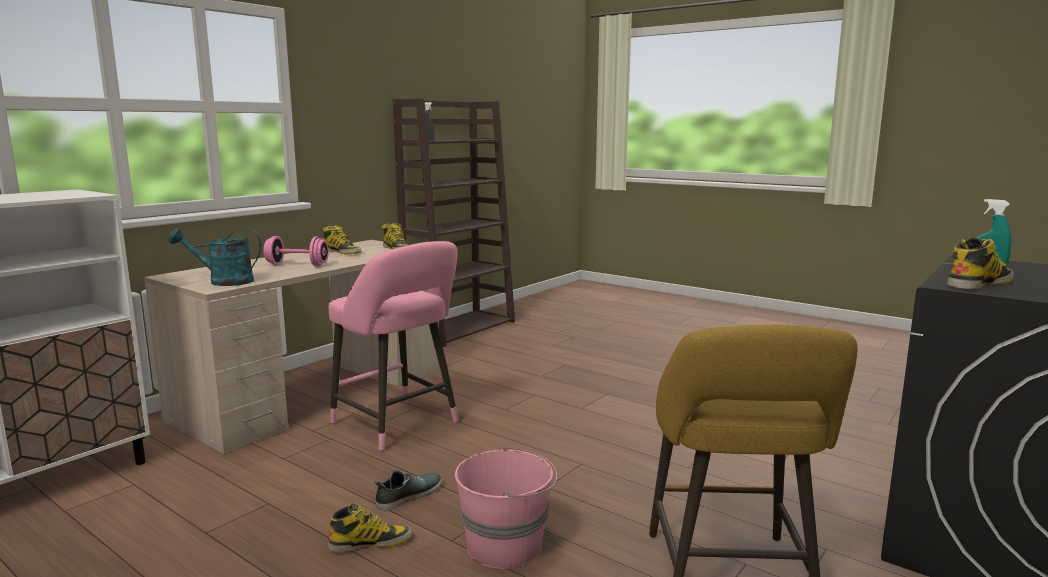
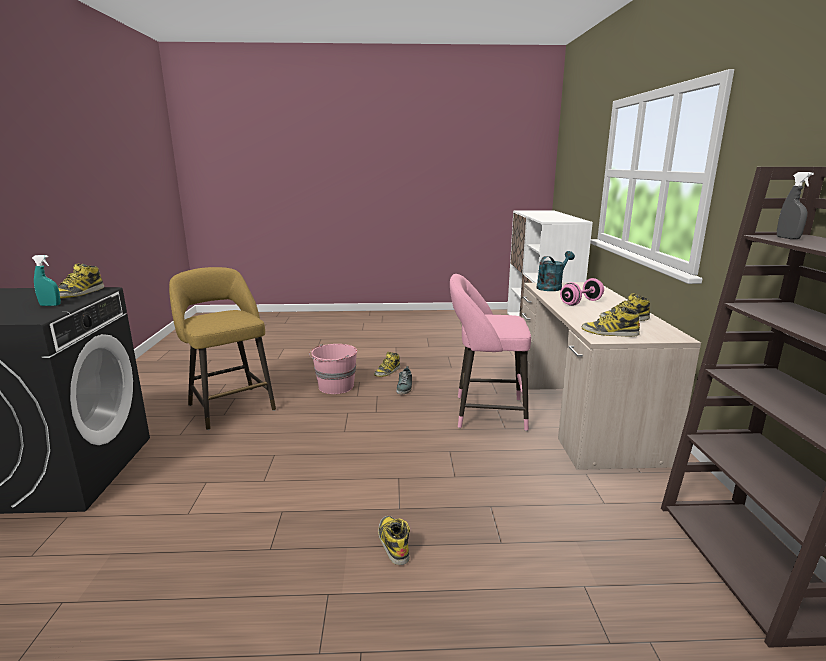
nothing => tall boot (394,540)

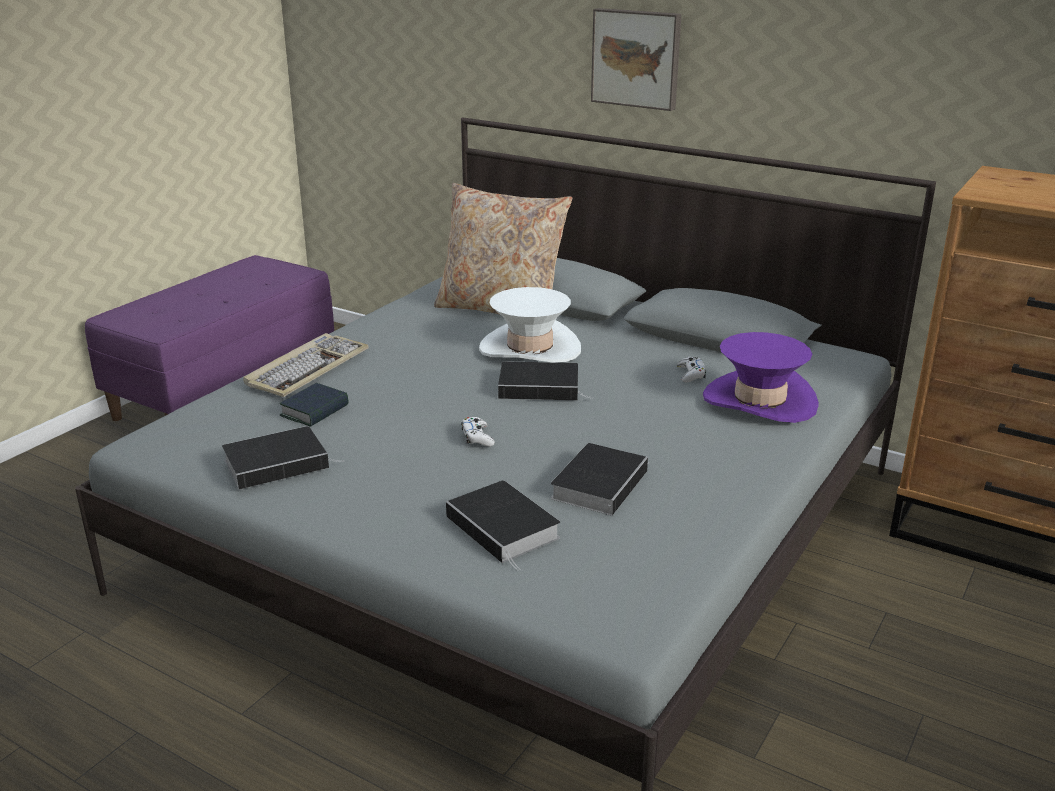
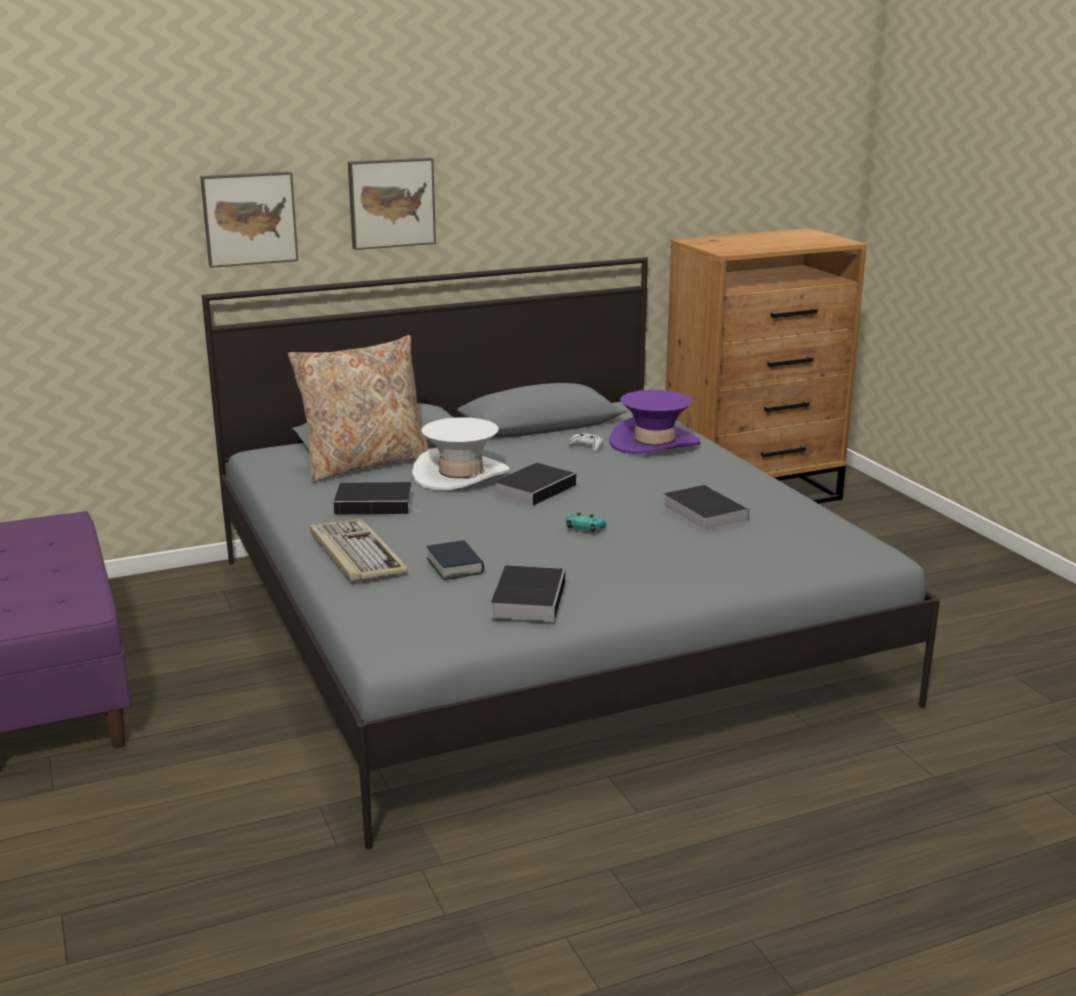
volume (503,525) => volume (377,498), moved
whitish gamepad (478,431) => blue-green gamepad (586,522)
nothing => wall art (249,219)

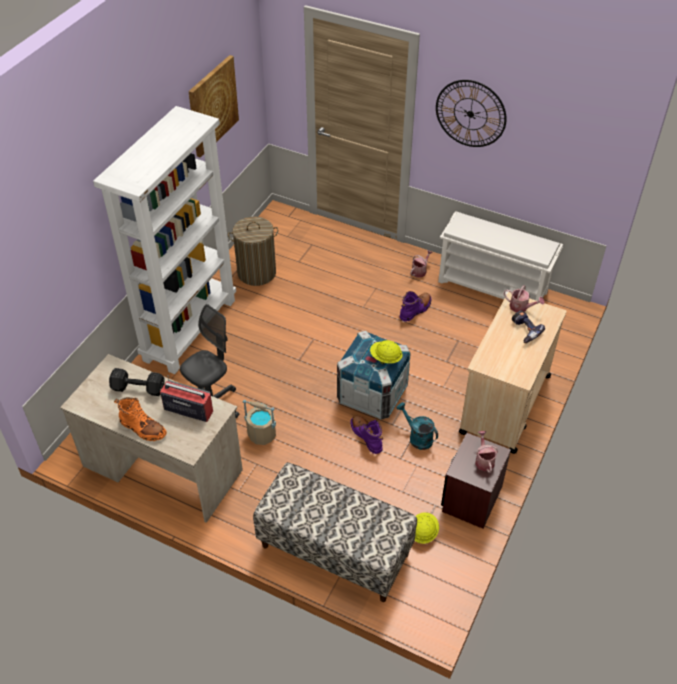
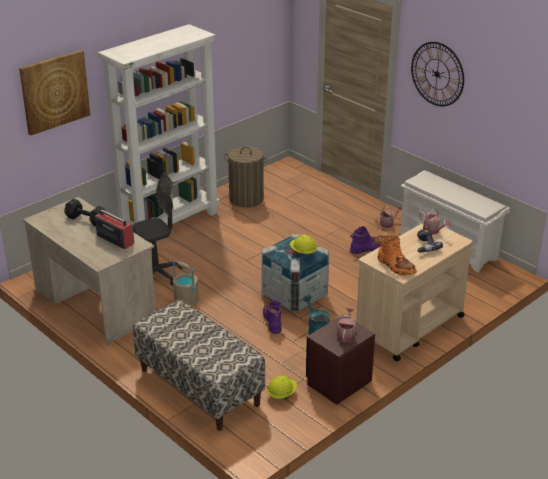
orange-coloured tall boot (140,419) => orange-coloured tall boot (397,255), moved
wall art (213,106) => wall art (54,92), moved

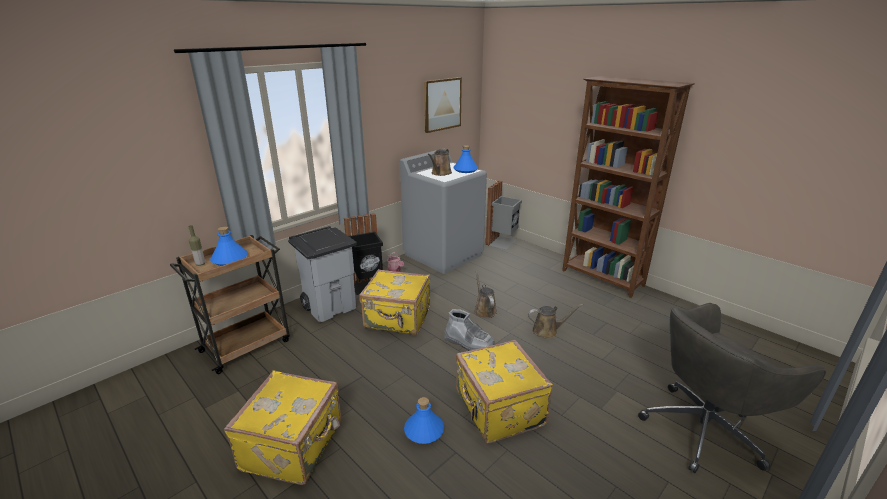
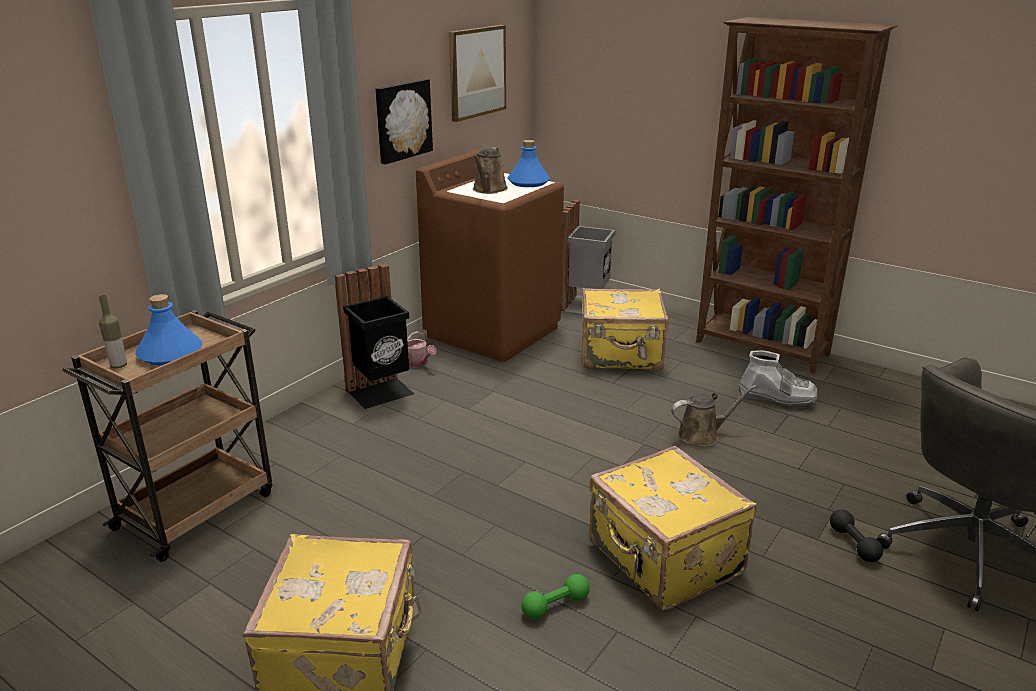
gray trash can (322,274) => nothing
yellow-coloured travel case (394,302) => yellow-coloured travel case (625,329), moved
gray washing machine (443,212) => brownish washing machine (490,255)
bluish beverage bottle (424,420) => green free weight (555,596)
gray tall boot (469,330) => gray tall boot (778,379), moved
brownish watering can (485,294) => nothing
nothing => wall art (404,121)
nothing => blackish free weight (856,535)

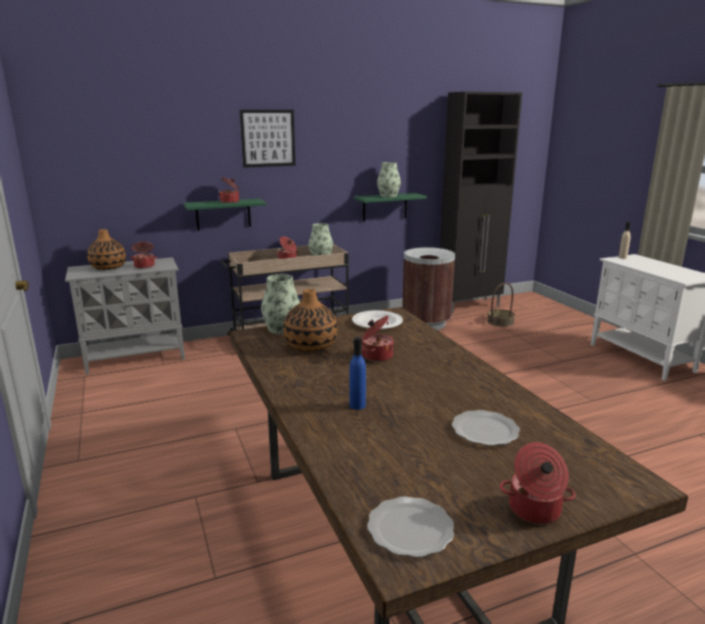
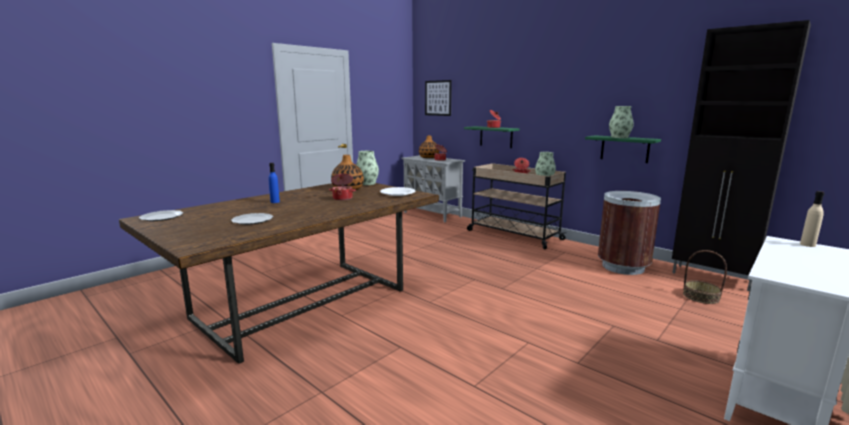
wall art (267,139) => wall art (438,98), moved
cooking pot (537,483) => nothing

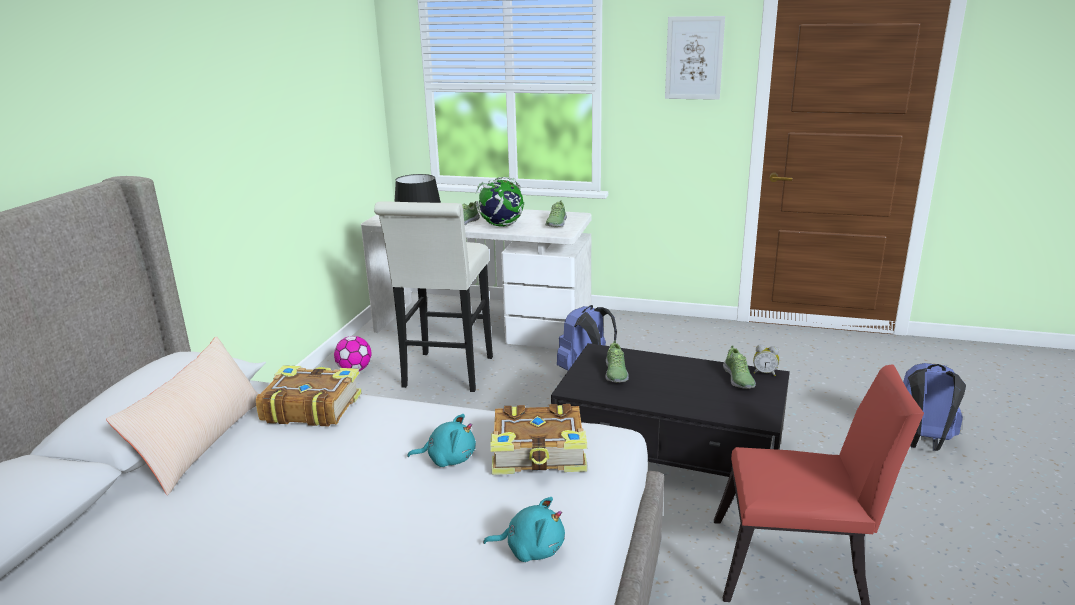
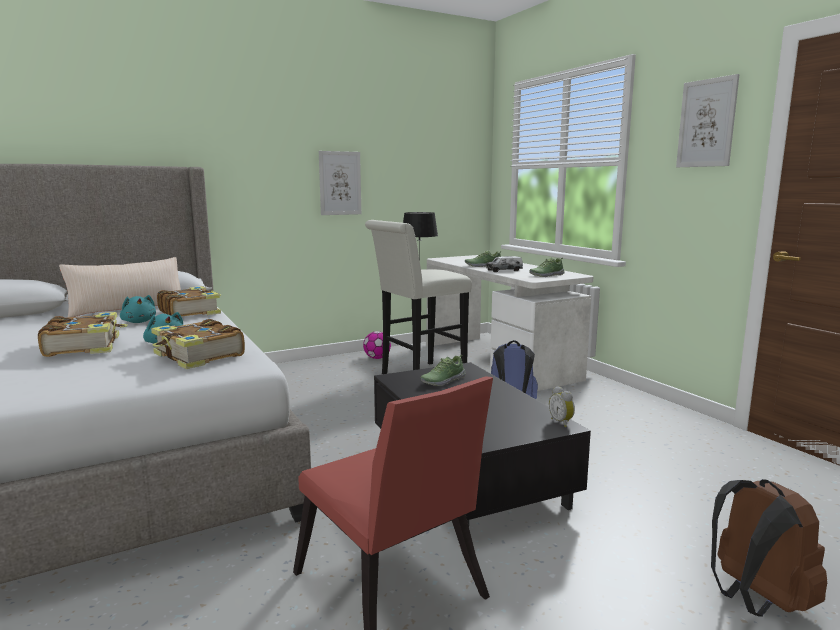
world globe (500,202) => model truck (504,264)
blue-green plush toy (524,529) => blue-green plush toy (138,309), moved
item of footwear (739,367) => nothing
bluish knapsack (934,407) => brownish knapsack (769,548)
nothing => volume (83,334)
nothing => wall art (340,183)

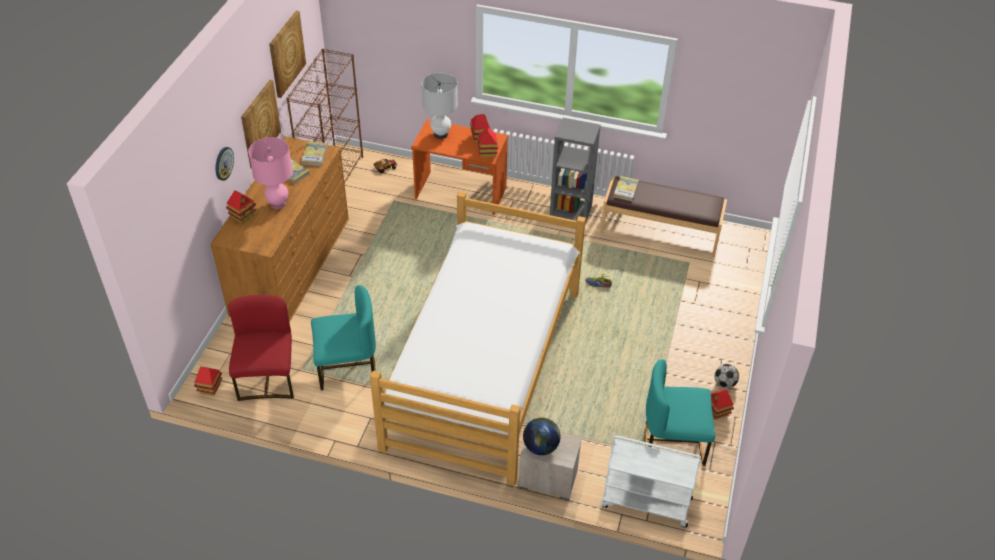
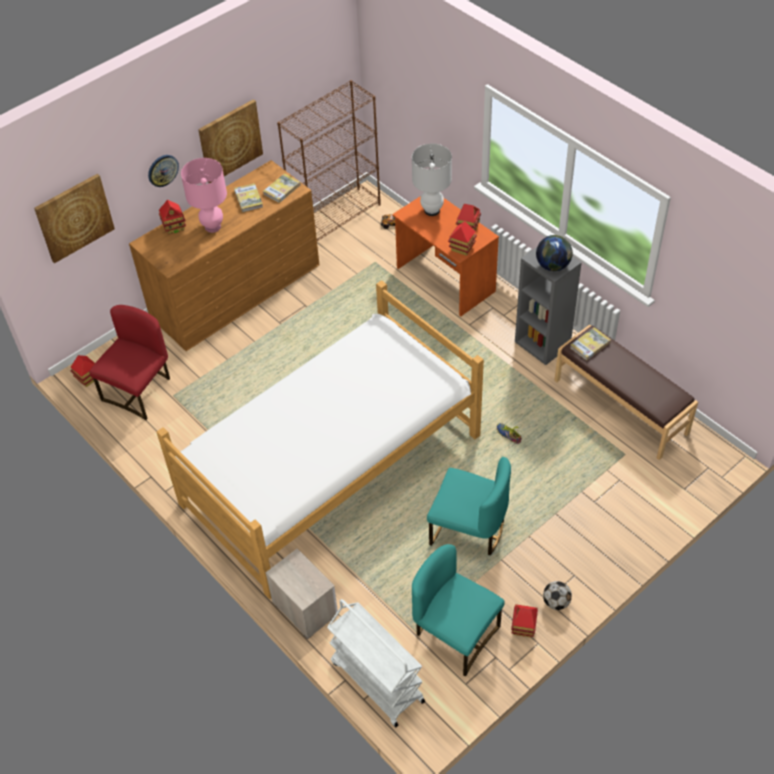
wall art (287,54) => wall art (74,218), moved
blue-green chair (343,337) => blue-green chair (469,506), moved
world globe (542,436) => world globe (554,253), moved

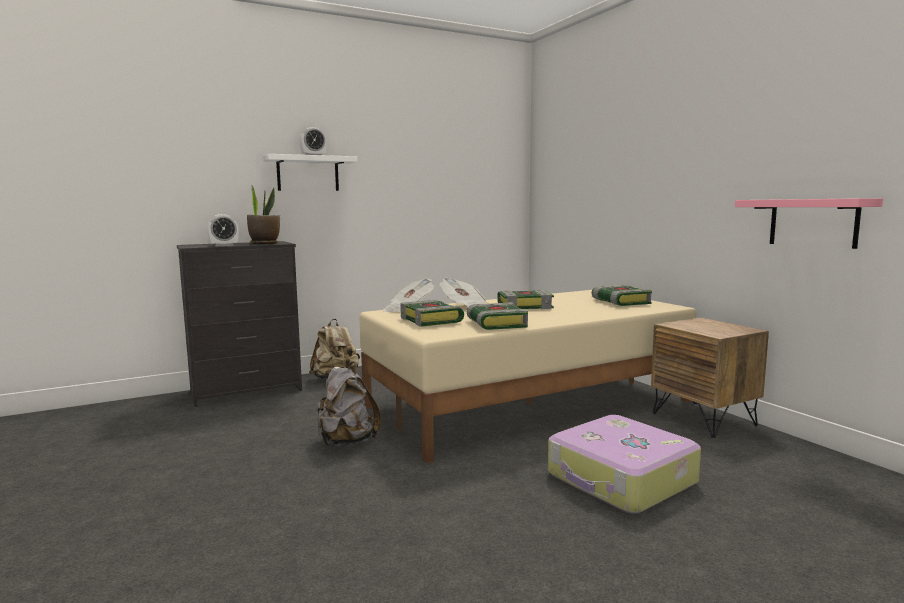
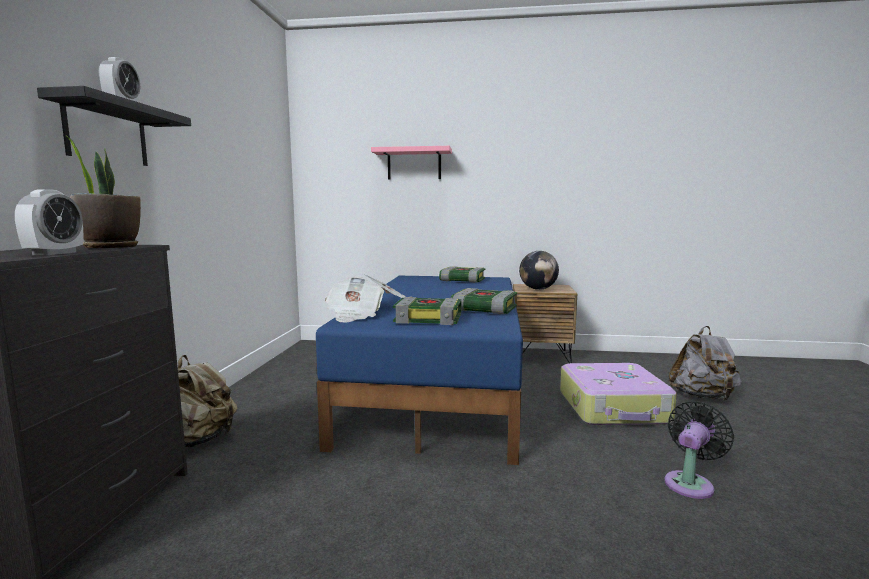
whitish shelf (310,172) => blackish shelf (114,126)
gray knapsack (348,403) => gray knapsack (705,363), moved
beige-coloured bed (527,376) => bluish bed (419,370)
volume (525,299) => nothing
pinkish shelf (809,223) => pinkish shelf (411,163), moved
nothing => world globe (539,270)
nothing => blackish electric fan (699,450)

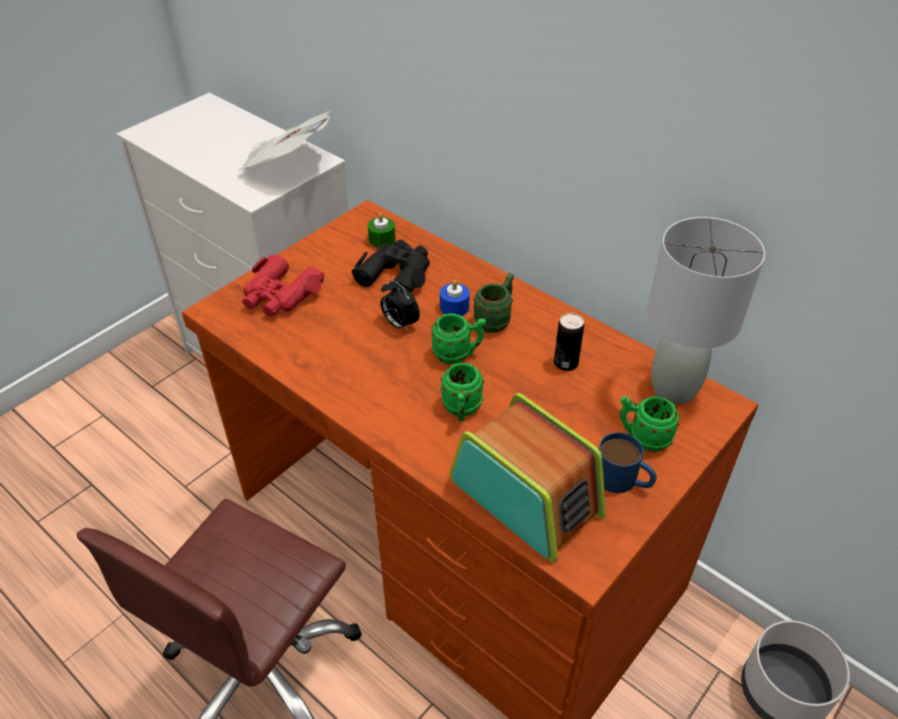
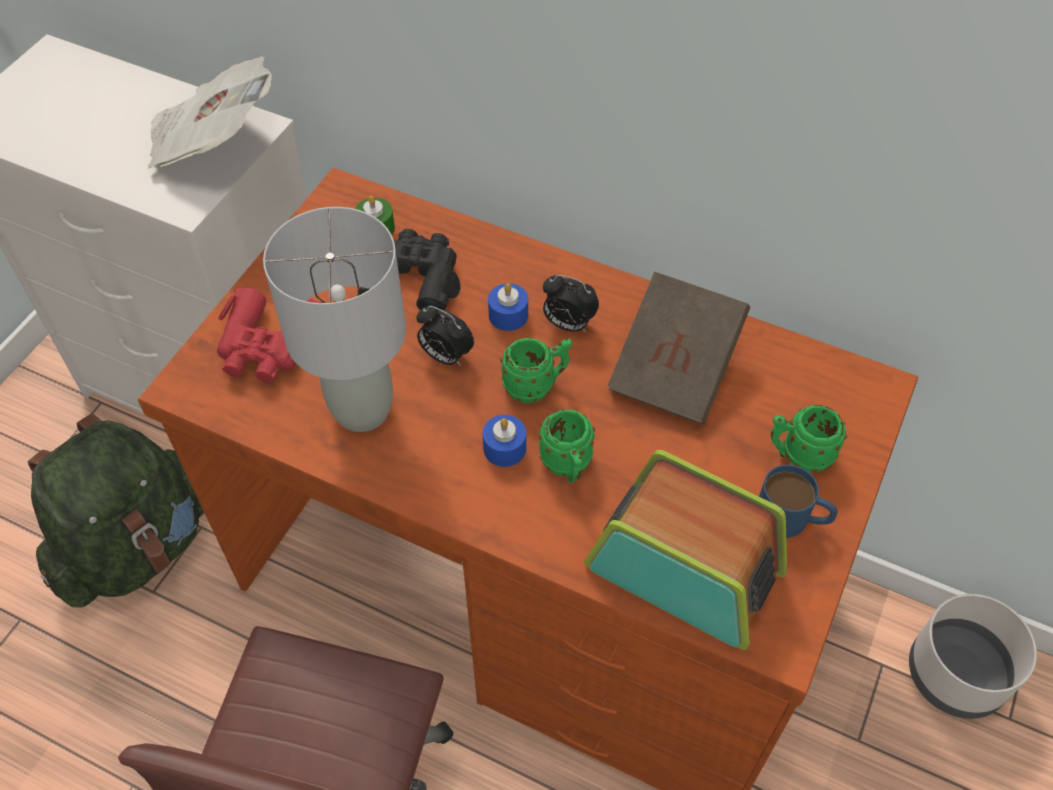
green coffee mug (493,303) => table clock (571,303)
sealed can (569,342) => brownish volume (679,348)
gray lamp for a table (706,310) => gray lamp for a table (334,319), moved
nothing => green knapsack (116,511)
nothing => bluish candle (504,441)

